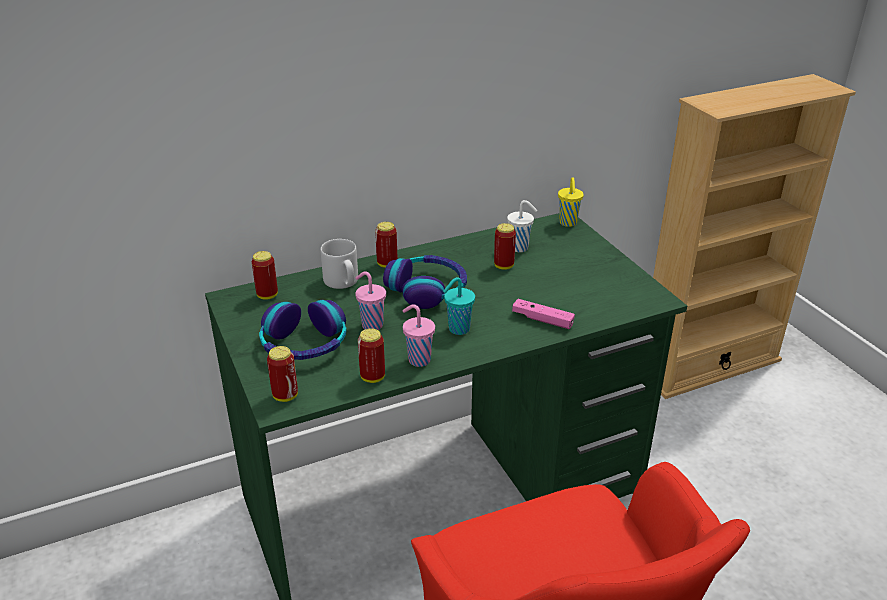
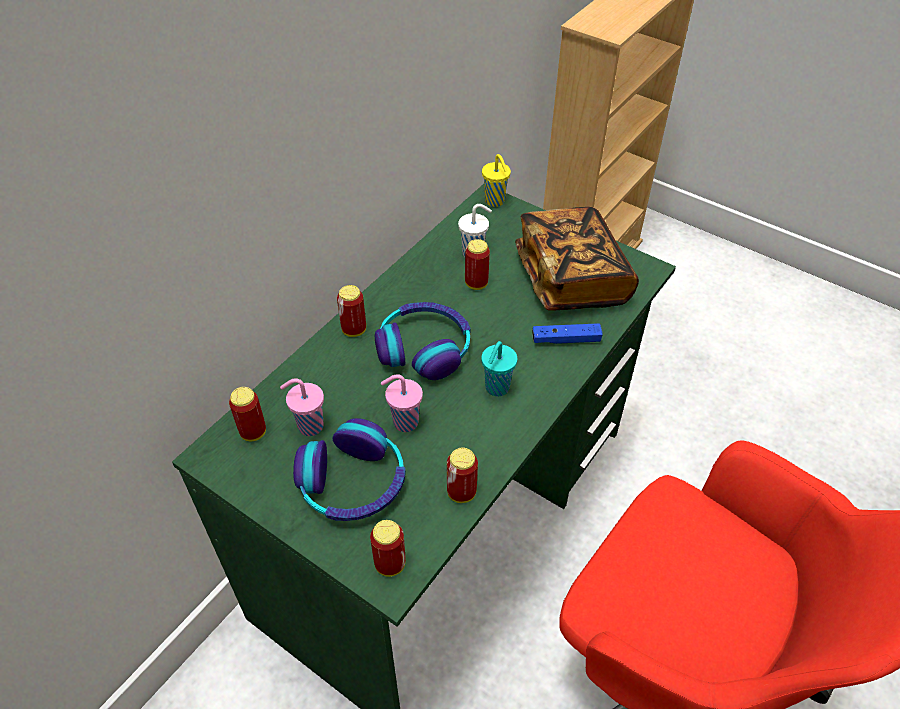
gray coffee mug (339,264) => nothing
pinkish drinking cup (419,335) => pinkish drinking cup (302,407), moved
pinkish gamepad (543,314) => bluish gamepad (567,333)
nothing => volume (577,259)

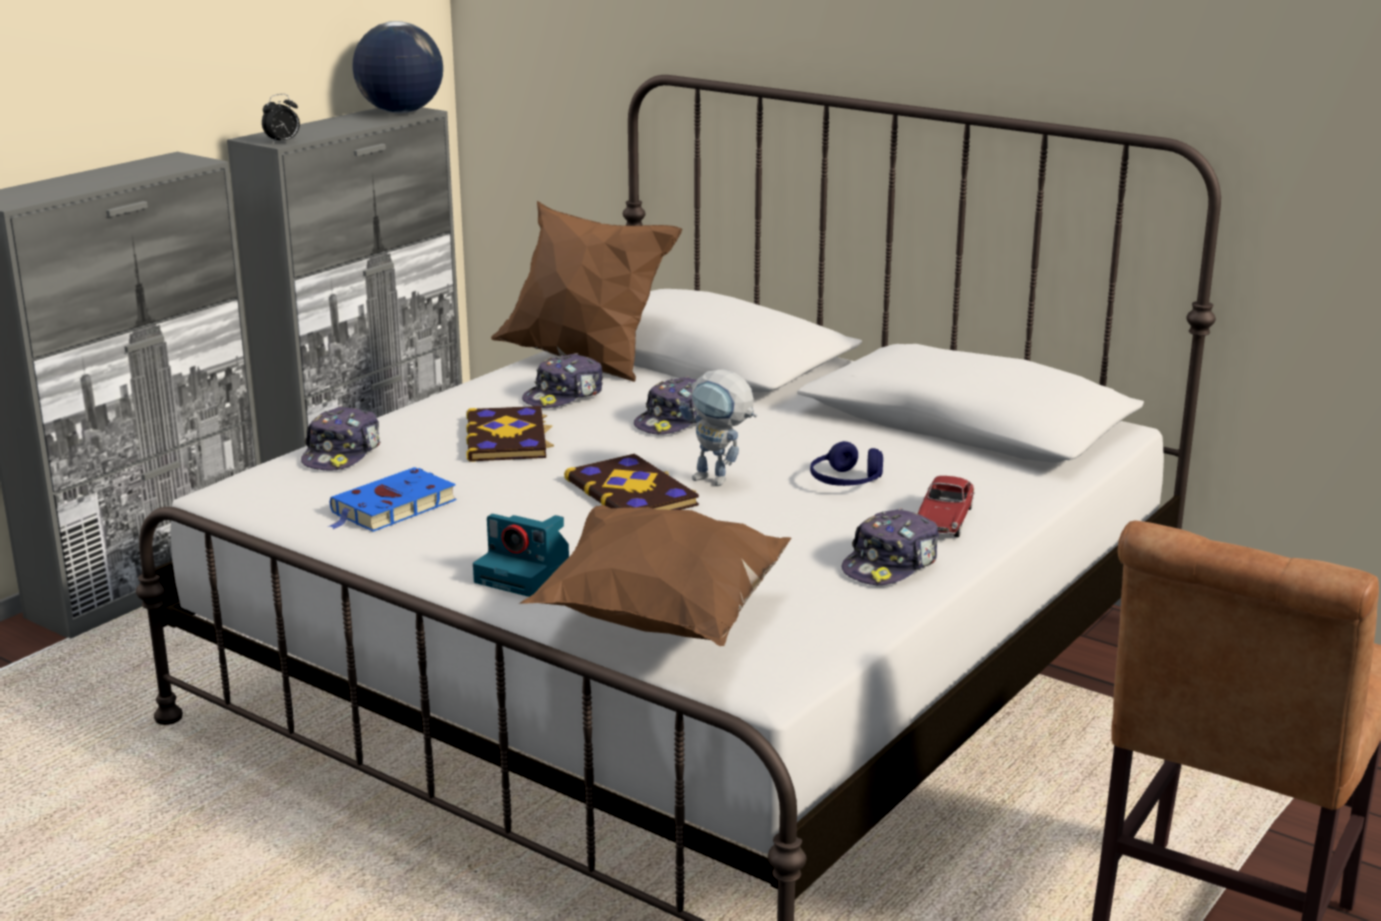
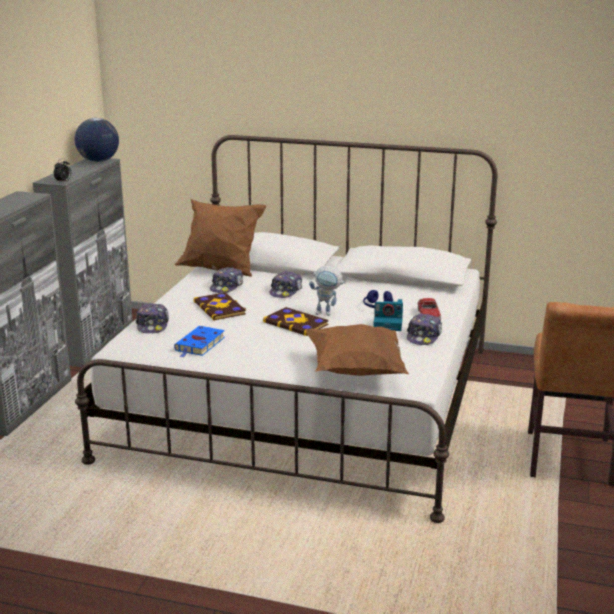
still camera (521,555) => still camera (388,315), moved

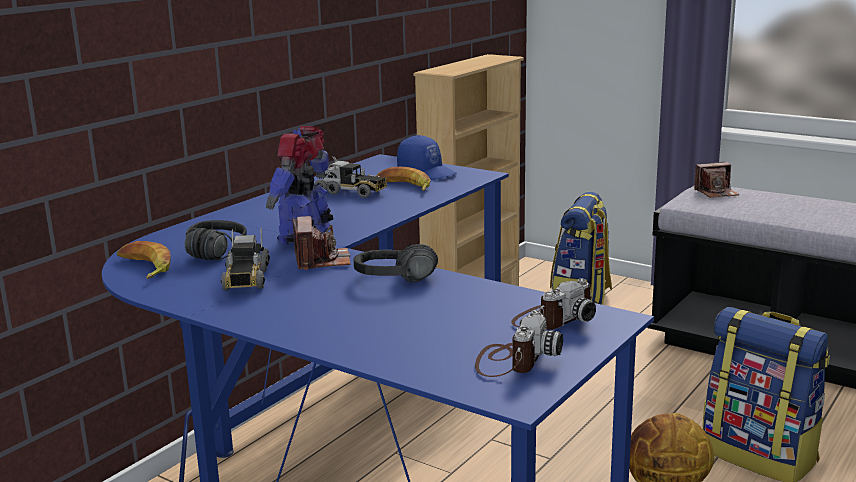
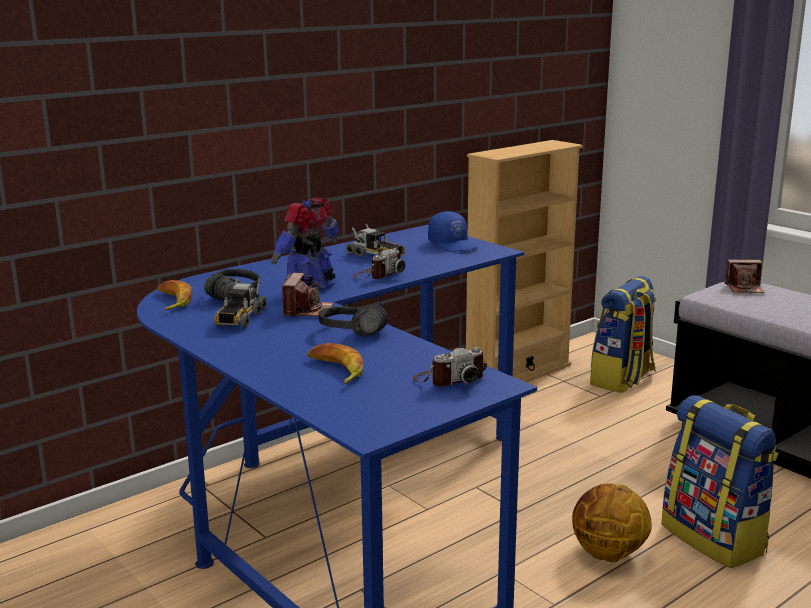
banana (404,179) => banana (335,363), moved
still camera (519,343) => still camera (379,263), moved

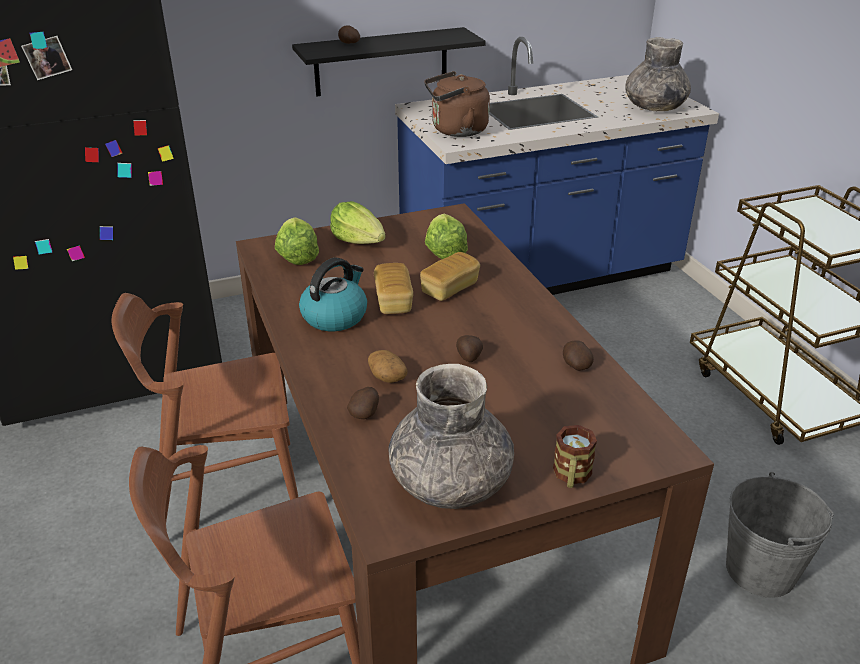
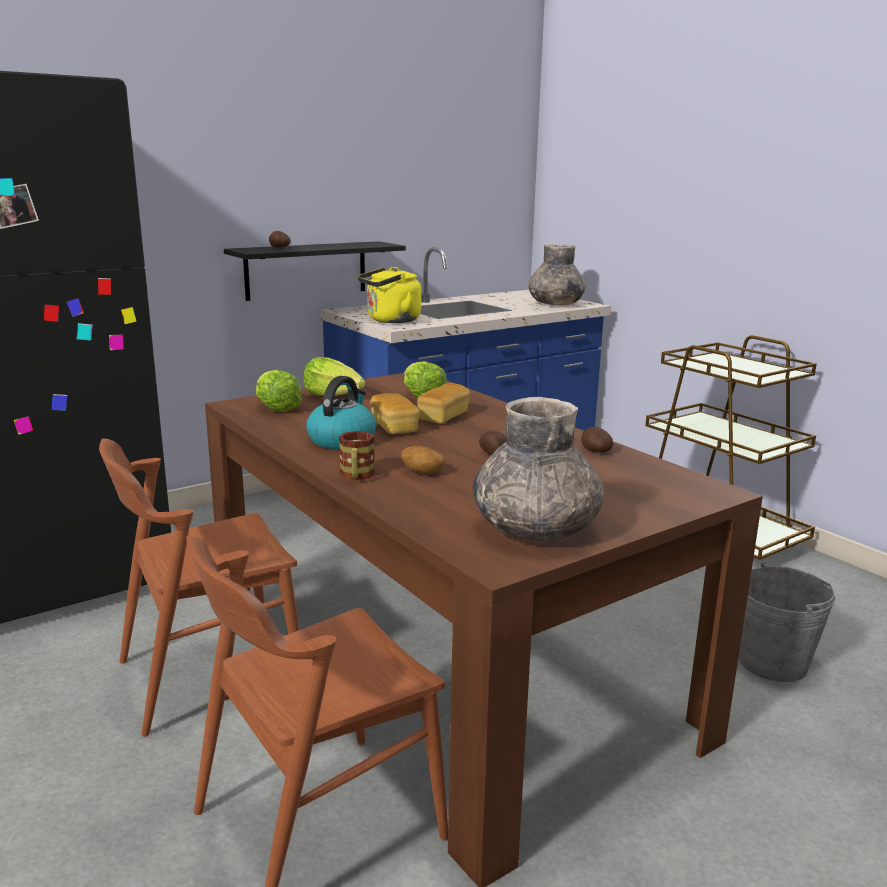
whole potato (363,403) => nothing
brownish tea kettle (457,104) => yellow-coloured tea kettle (389,295)
coffee mug (575,456) => coffee mug (357,455), moved

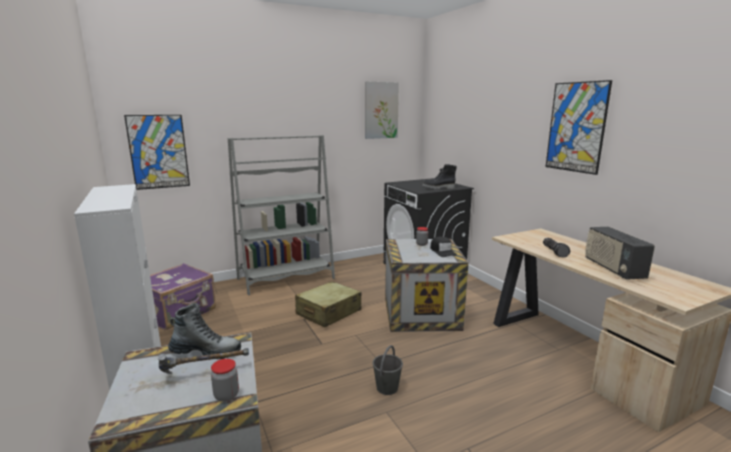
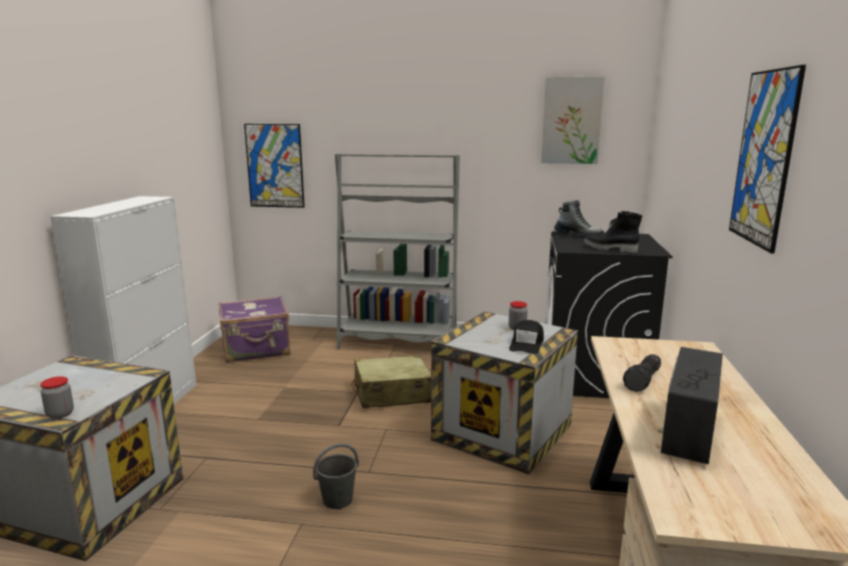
tool hammer (203,361) => nothing
tall boot (204,331) => tall boot (579,219), moved

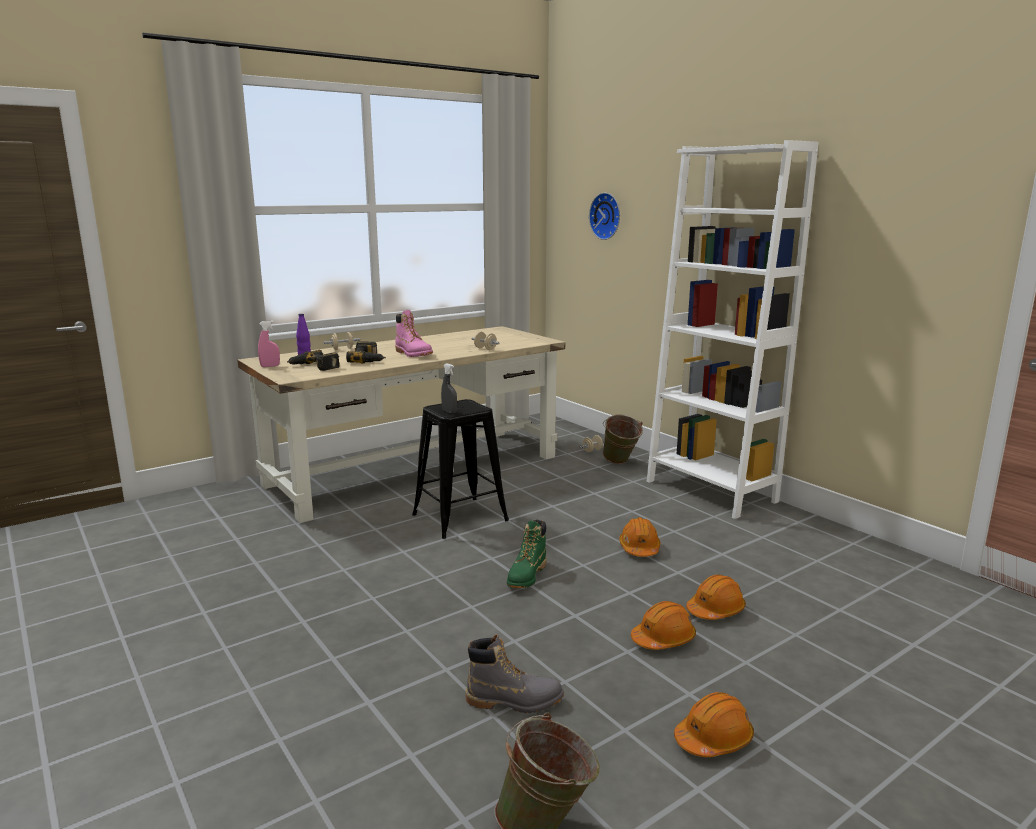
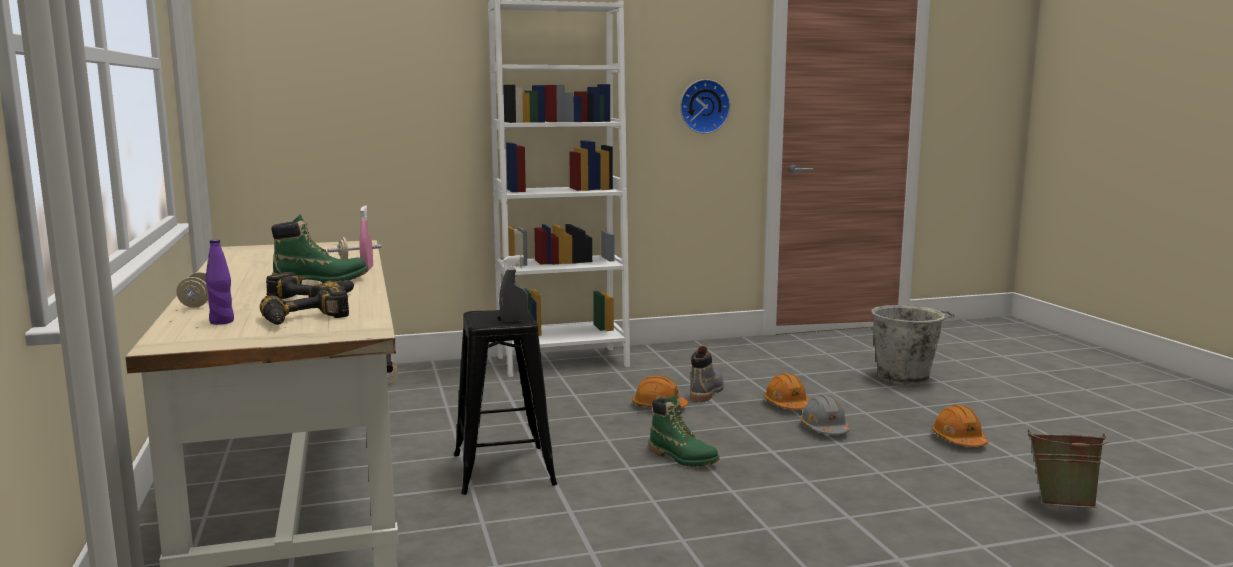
pinkish spray bottle (269,344) => pinkish spray bottle (366,238), moved
pinkish tall boot (414,333) => green tall boot (319,249)
gray tall boot (514,673) => gray tall boot (707,374), moved
wall clock (604,216) => wall clock (705,106), moved
green water bucket (623,439) => nothing
orange-coloured work helmet (663,625) => gray work helmet (825,414)
nothing => gray water bucket (913,345)

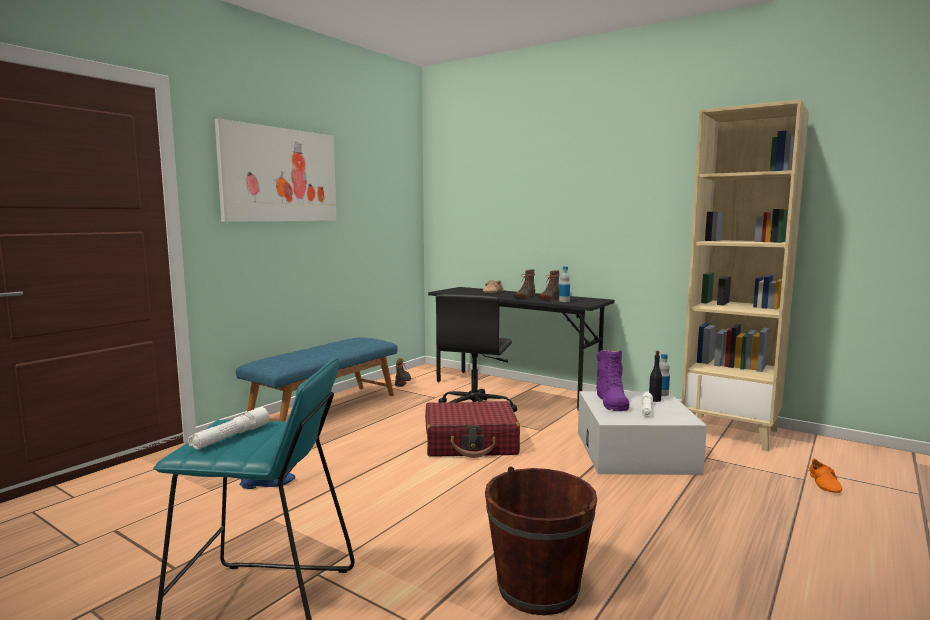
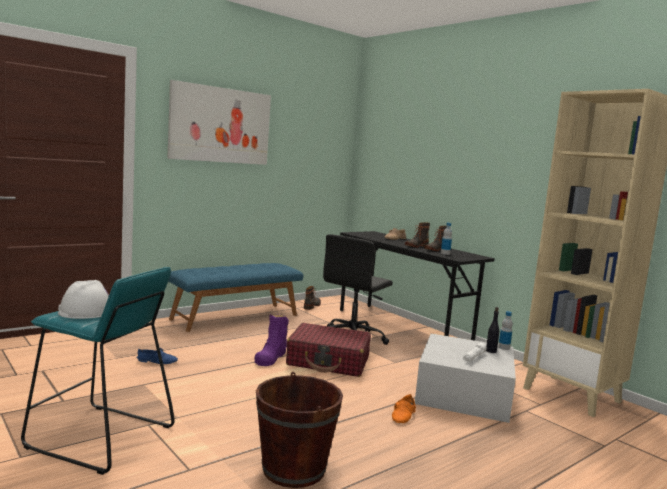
whitish torch (229,428) => whitish work helmet (83,299)
purple tall boot (613,380) => purple tall boot (271,340), moved
orange-coloured item of footwear (825,475) => orange-coloured item of footwear (404,408), moved

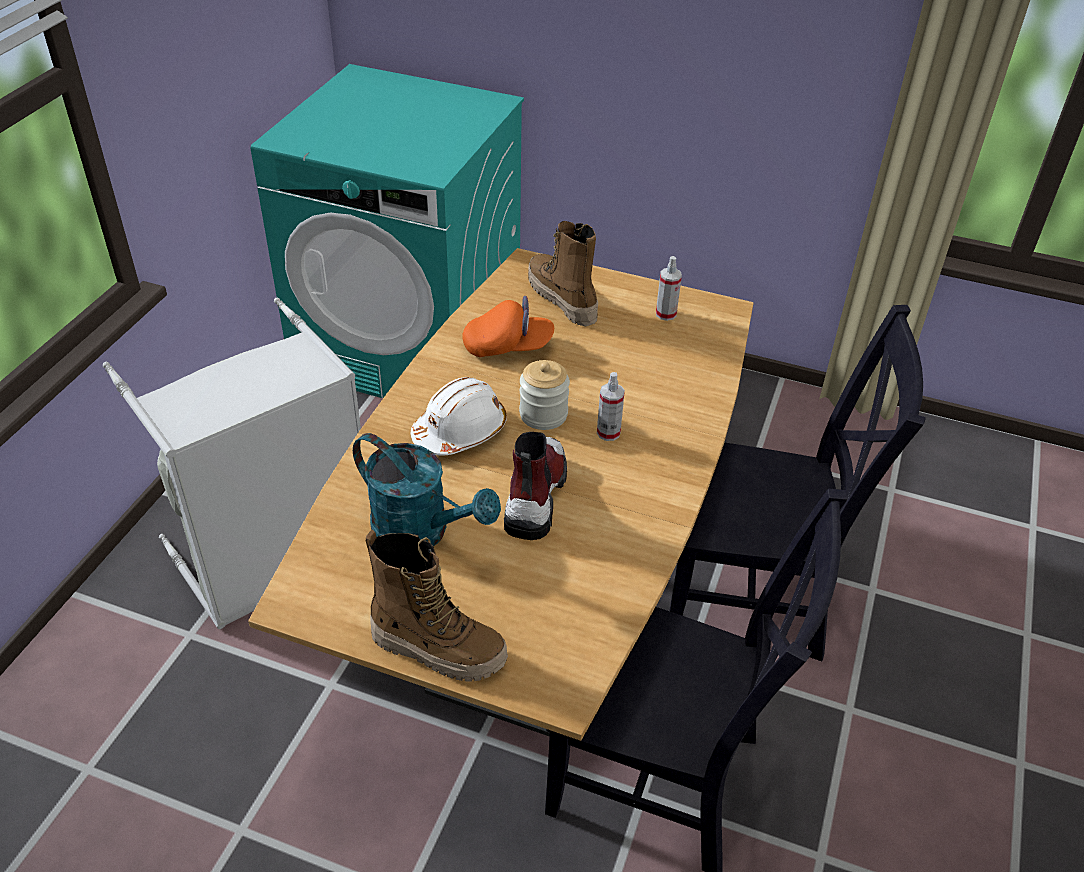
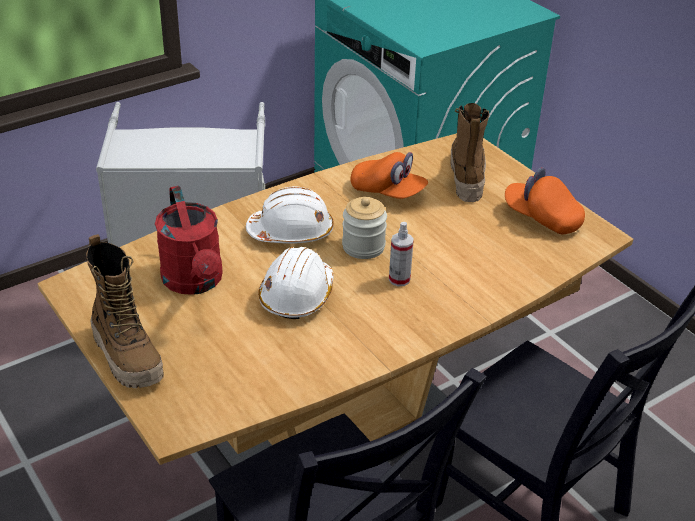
blue-green watering can (427,489) => red-coloured watering can (189,240)
tall boot (535,486) => whitish work helmet (296,283)
spray bottle (669,288) => orange-coloured peaked cap (545,201)

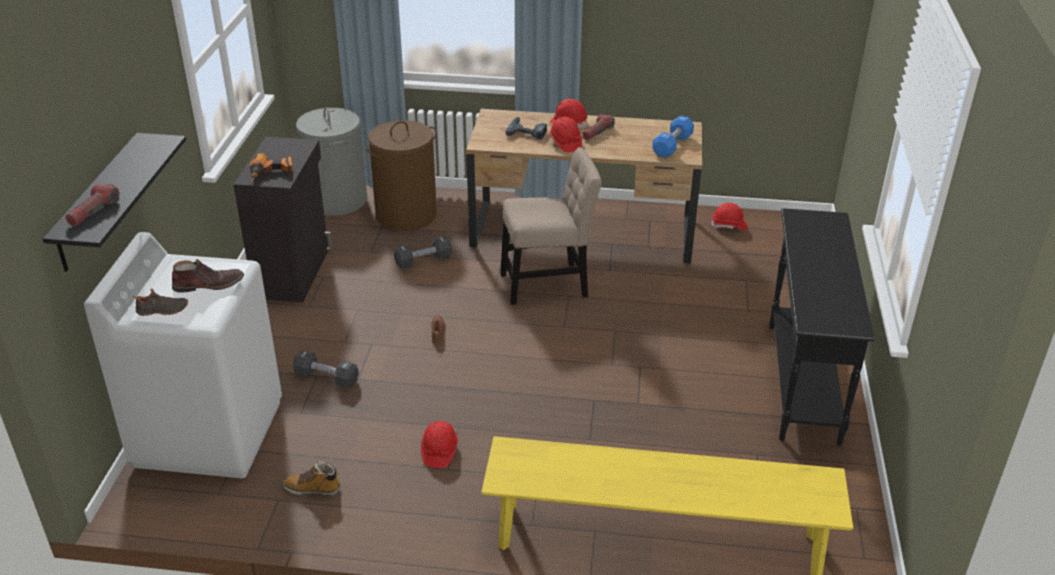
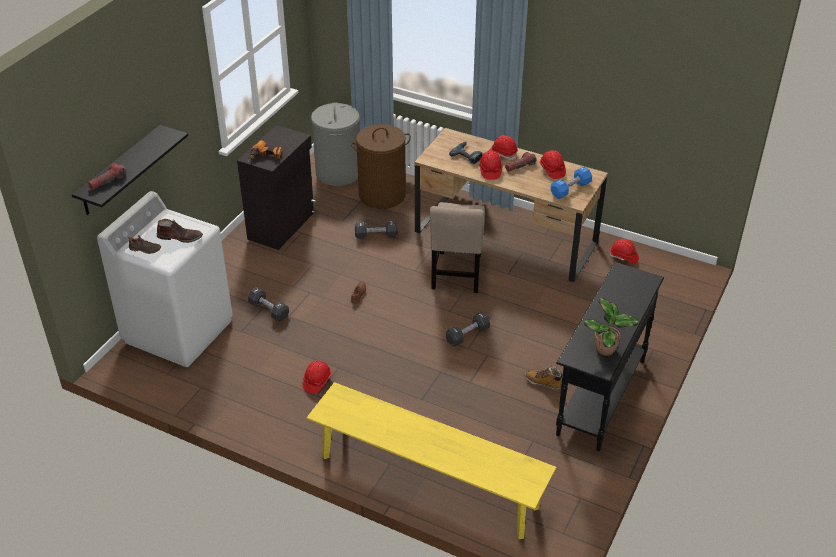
tall boot (311,477) => tall boot (543,377), moved
beige-coloured chair (551,226) => beige-coloured chair (457,247), 90 degrees clockwise
nothing => blackish free weight (468,329)
nothing => red-coloured work helmet (553,164)
nothing => plant in a pot (611,327)

